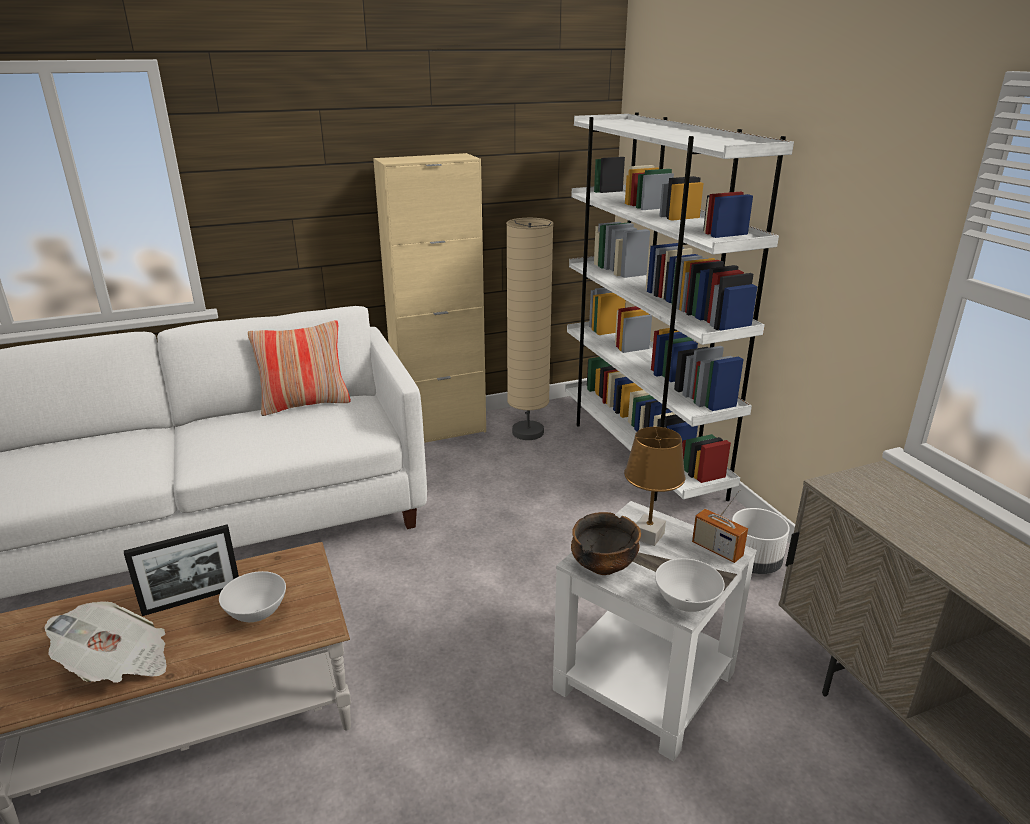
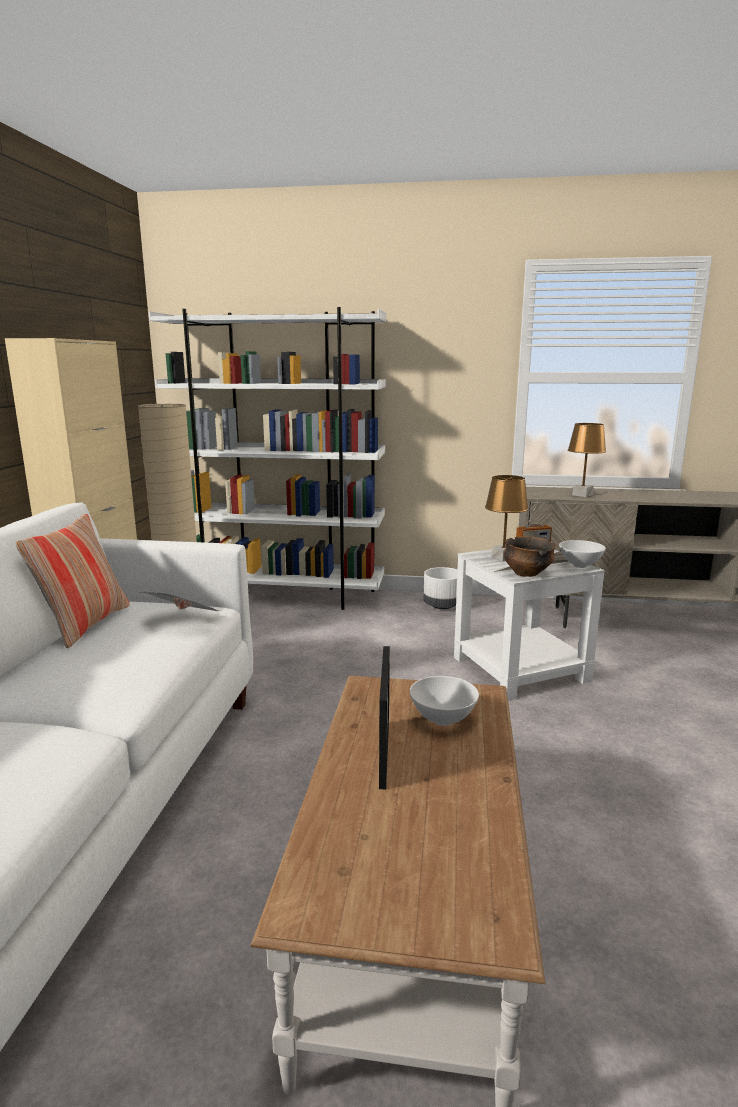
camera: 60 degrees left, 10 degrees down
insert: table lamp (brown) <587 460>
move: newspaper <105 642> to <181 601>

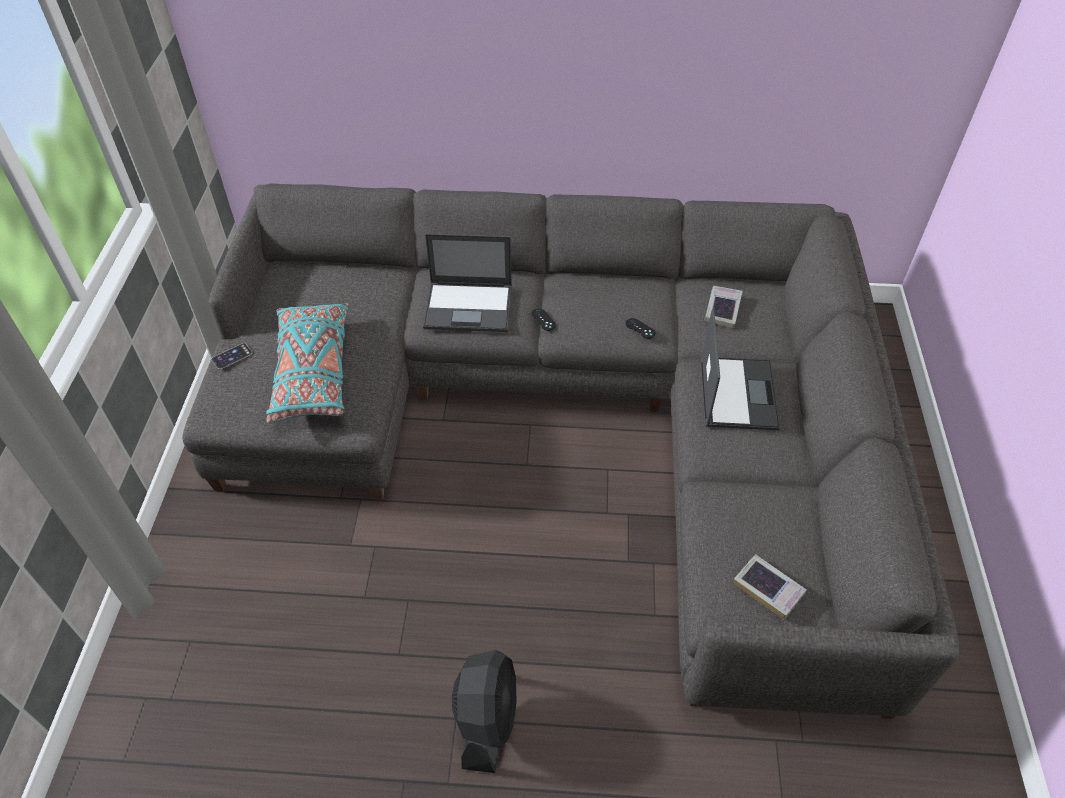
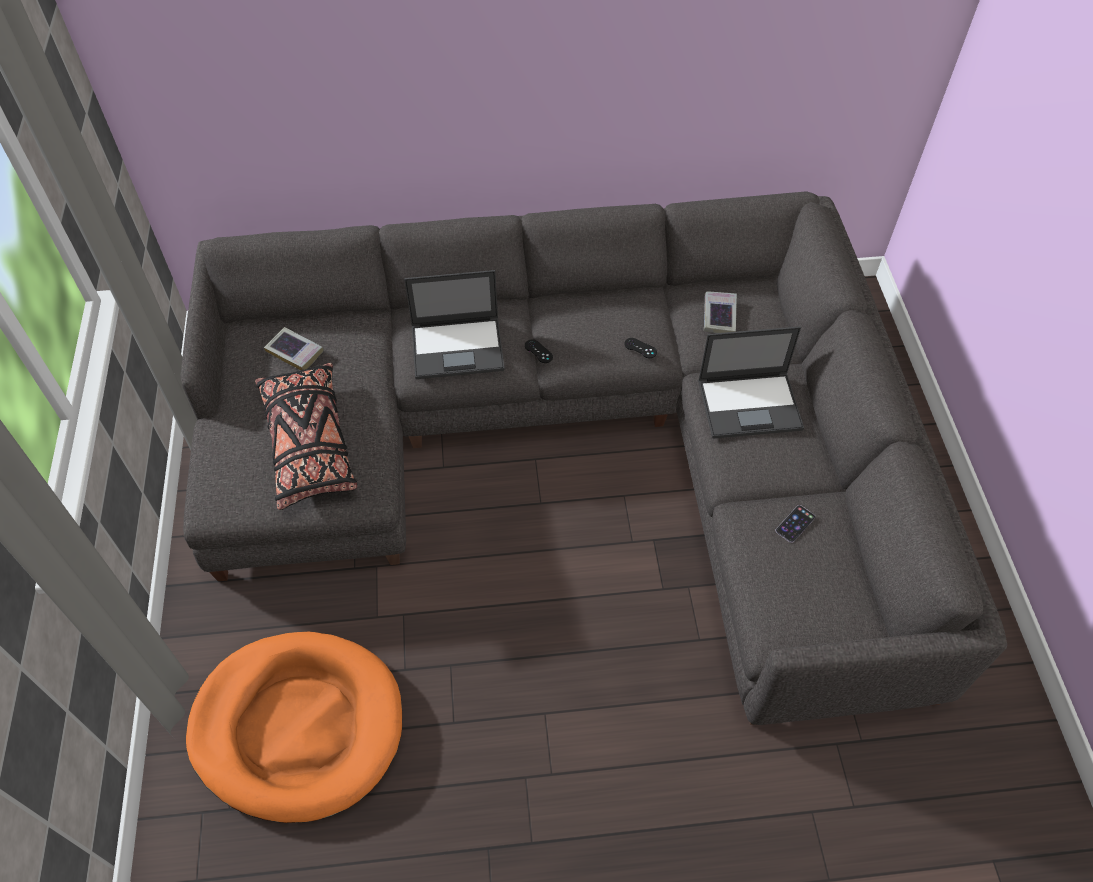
camera: 10 degrees left, 5 degrees up
delete: fan (black) <484 711>
insert: dog bed (orange) <294 727>
move: phone <231 356> to <795 524>; book <770 586> to <294 349>
recolor: pillow (turquoise) <307 363> to pillow (black) <306 436>
rotate: laptop <740 369> = <751 382> 90 degrees clockwise

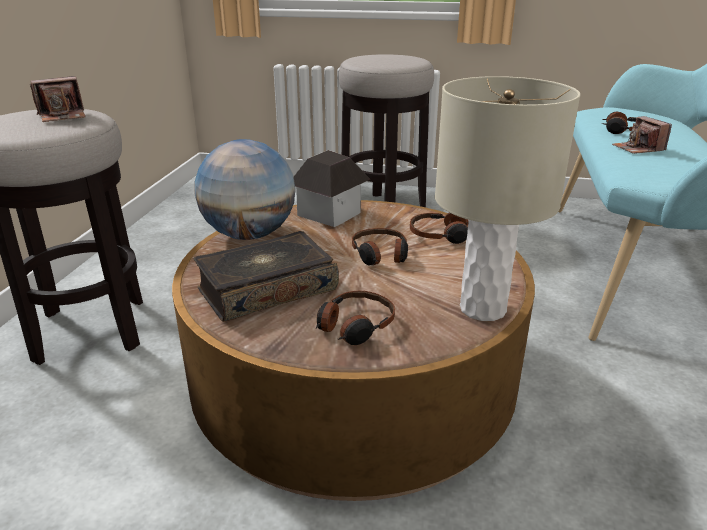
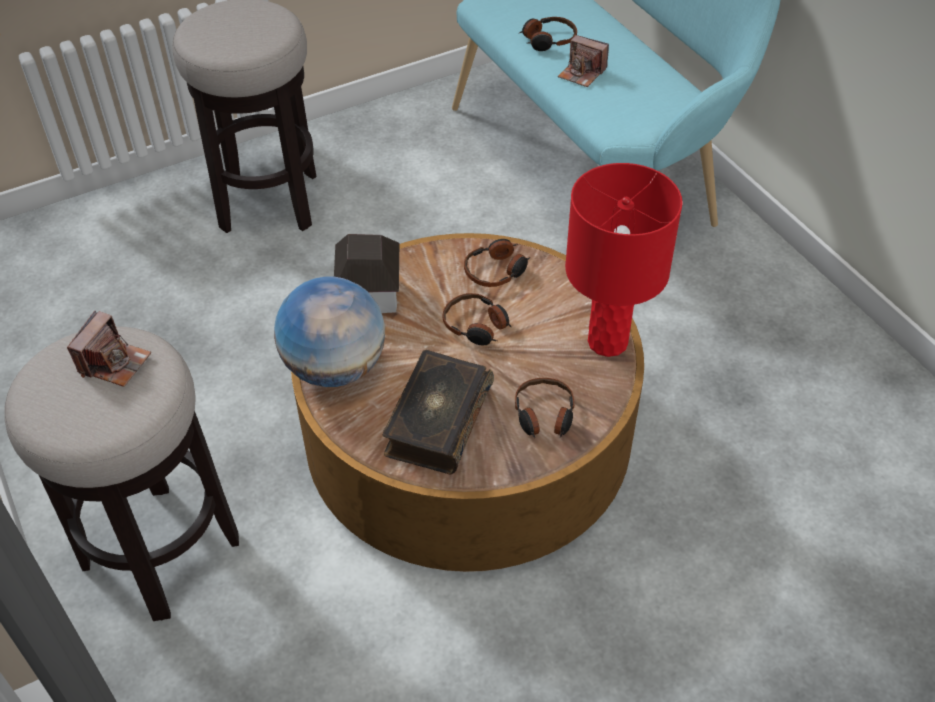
camera: 40 degrees left, 20 degrees up
recolor: table lamp (beige) <507 198> to table lamp (red) <624 260>

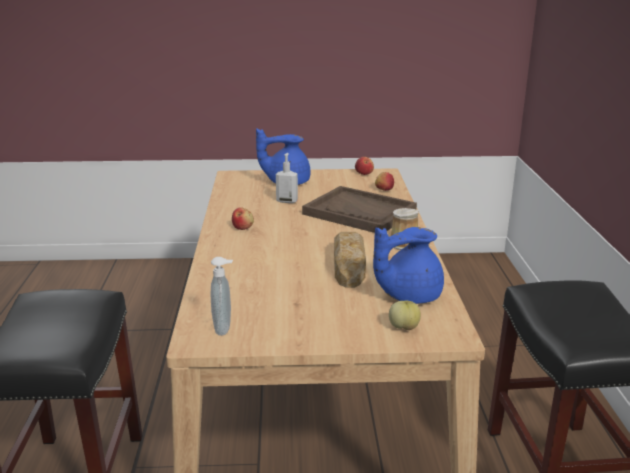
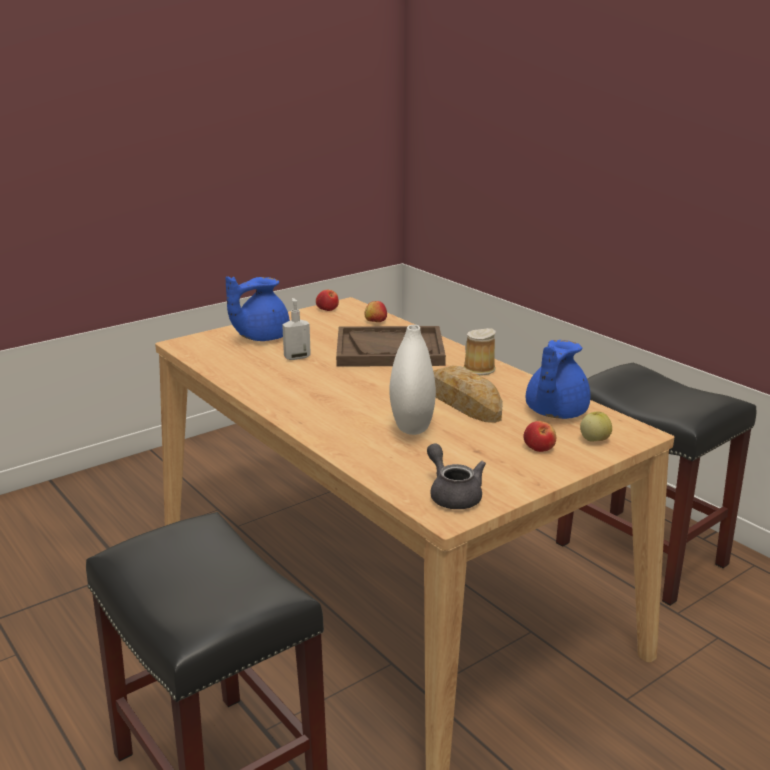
camera: 35 degrees left, 0 degrees up
insert: vase (white) <412 380>
move: apple <243 218> to <539 436>
replace: soap dispenser <222 296> to teapot (grey) <456 476>

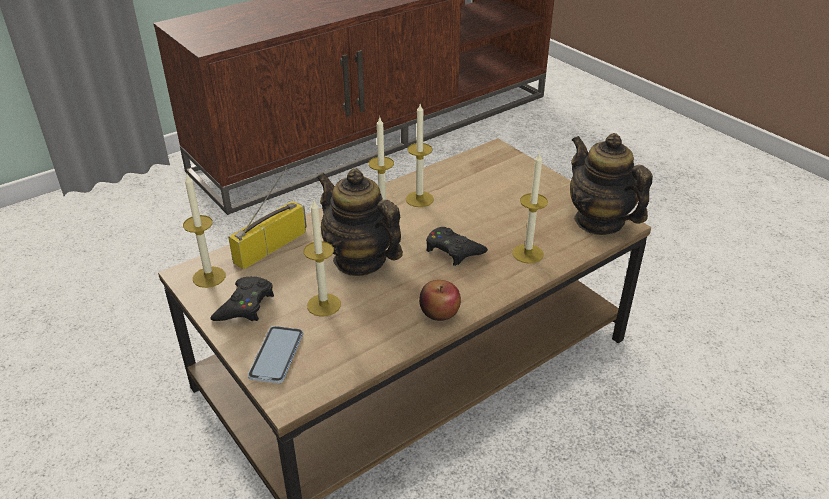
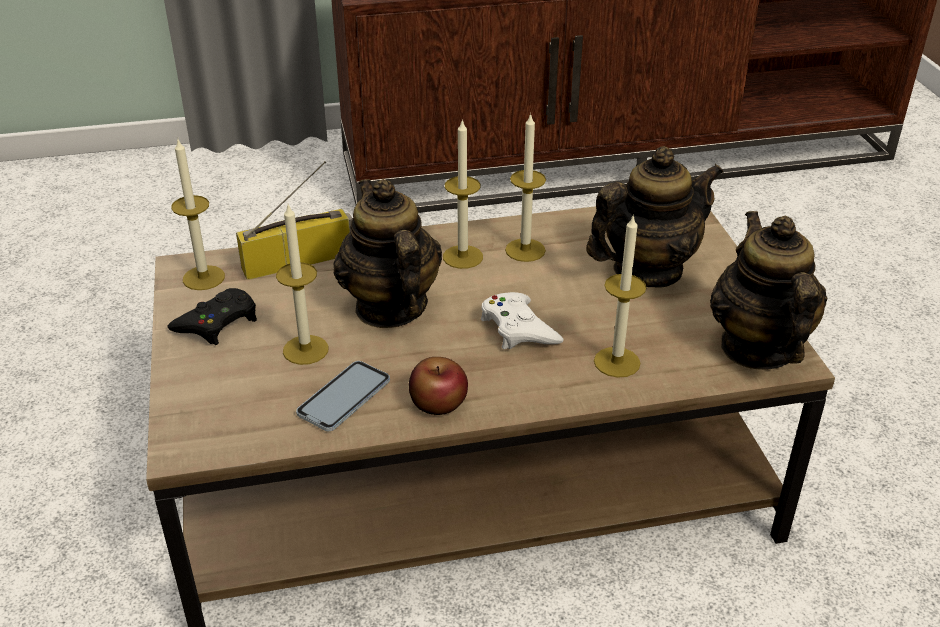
camera: 25 degrees right, 0 degrees up
insert: teapot <654 217>
move: phone <275 355> to <343 396>
recolor: game controller (black) <457 246> to game controller (white) <522 320>

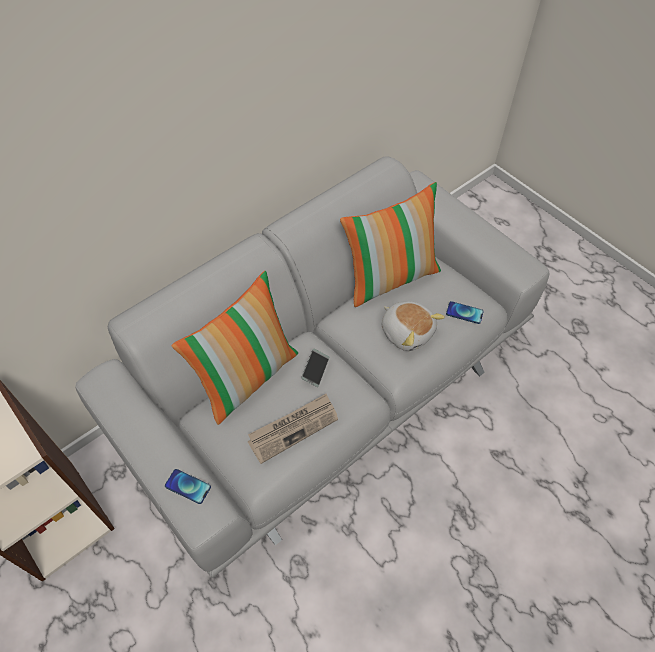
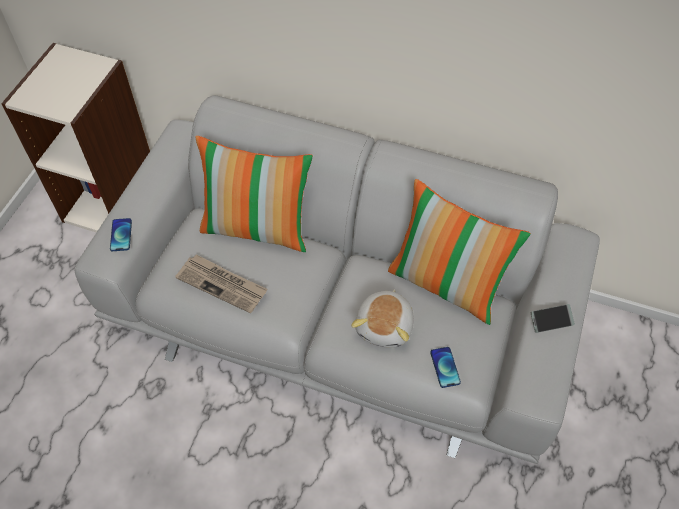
camera: 60 degrees right, 0 degrees up
move: phone <315 368> to <553 318>

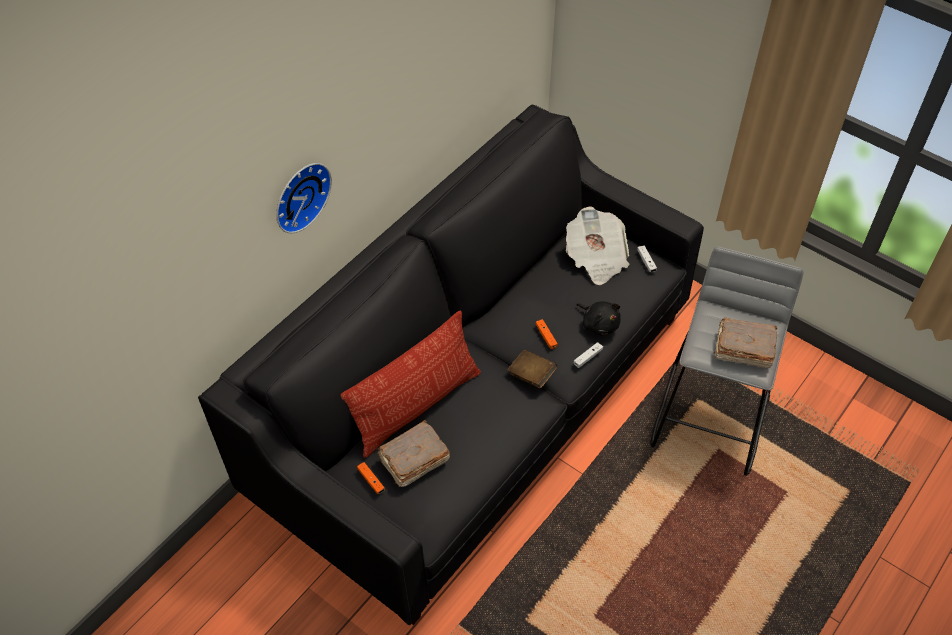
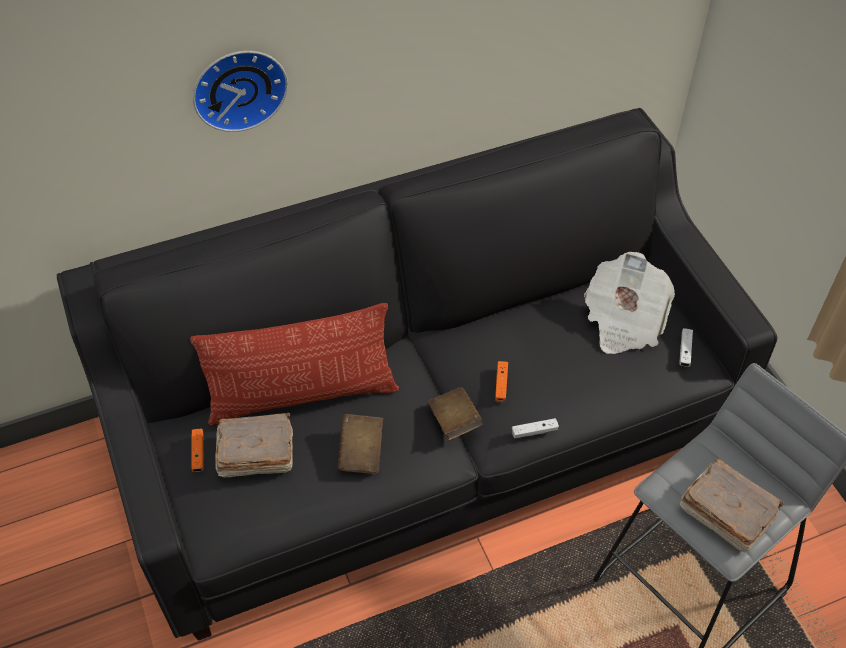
camera: 30 degrees right, 0 degrees up
delete: plush toy (black) <599 318>
insert: book (brown) <360 444>

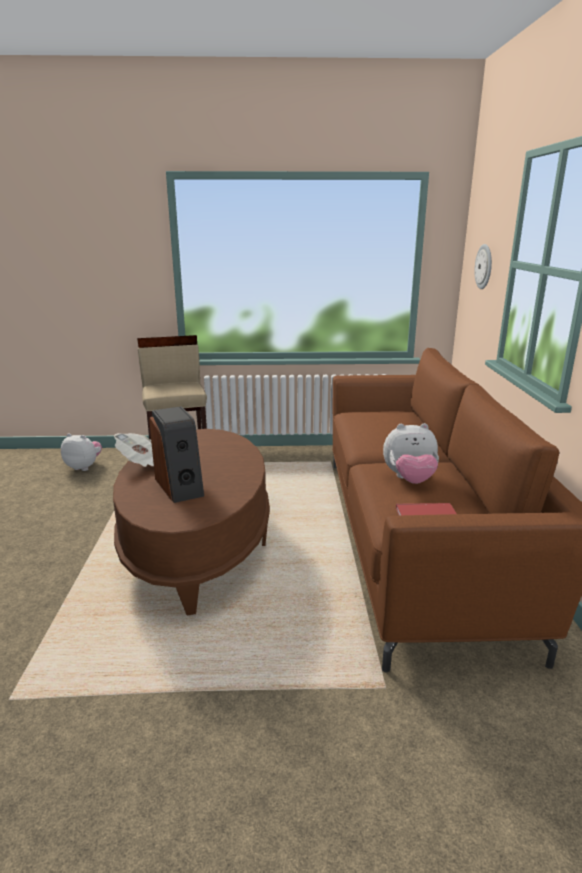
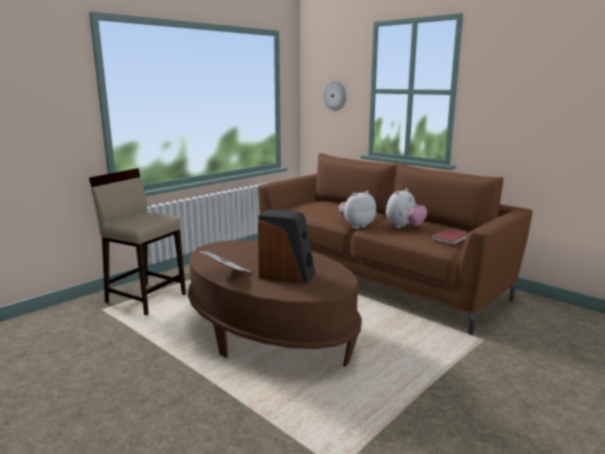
camera: 45 degrees left, 5 degrees down
move: plush toy <81 452> to <357 210>

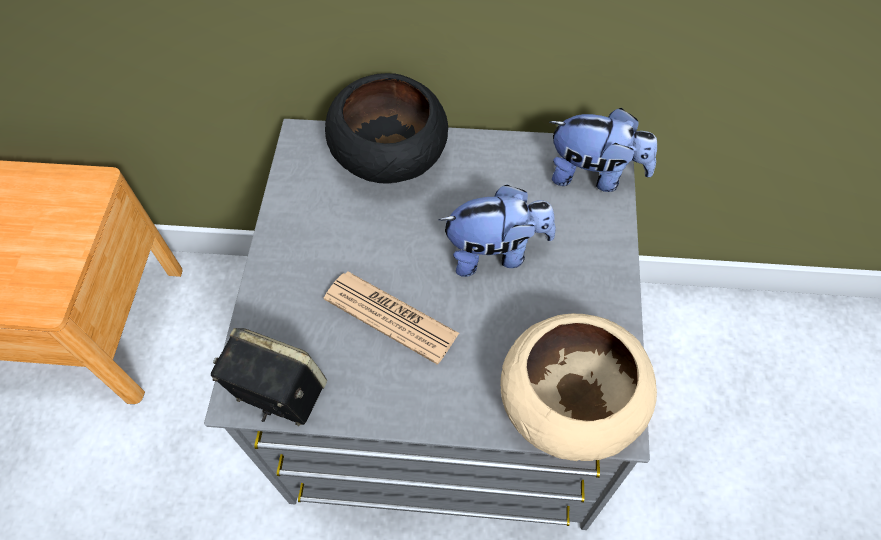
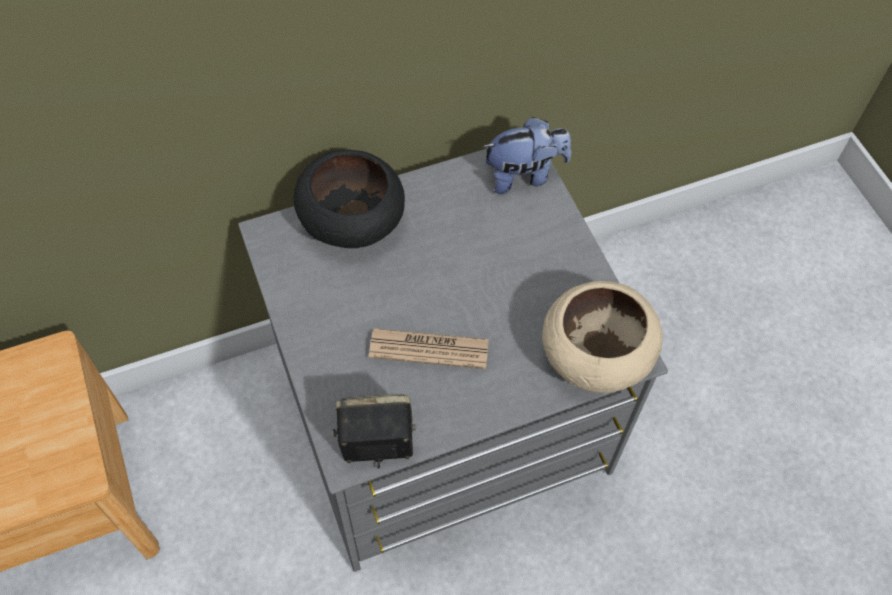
camera: 30 degrees left, 0 degrees up
delete: plush toy <497 231>

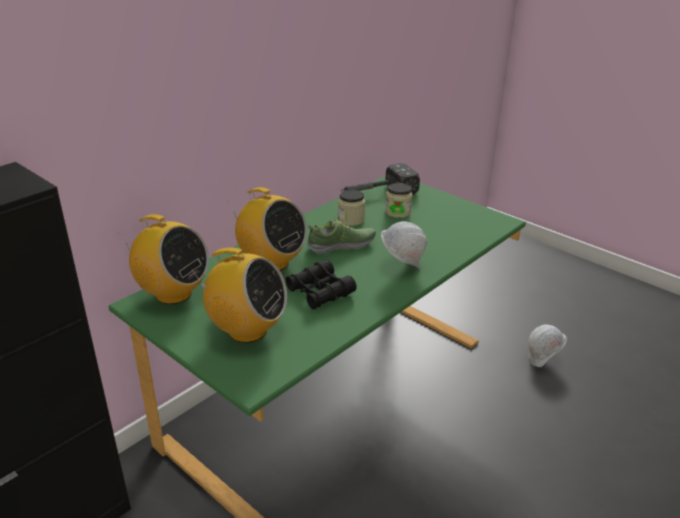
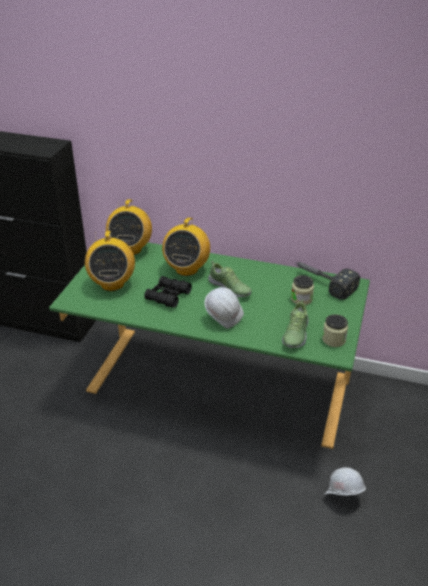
camera: 65 degrees right, 5 degrees up
insert: shoe <295 323>
move: jar <351 208> to <335 330>

